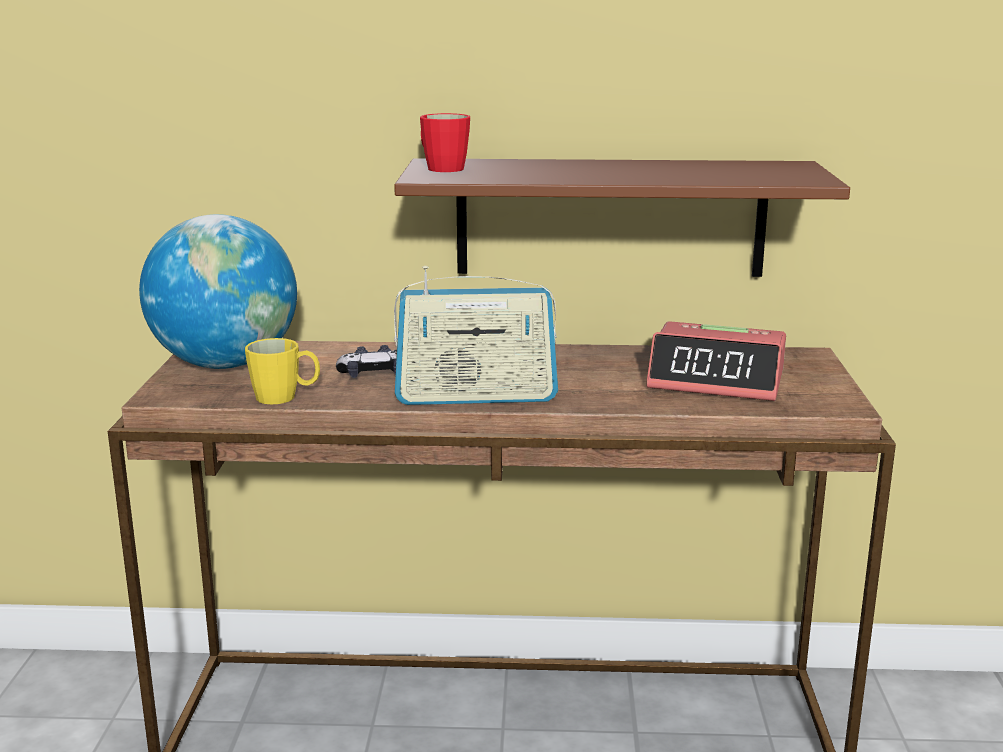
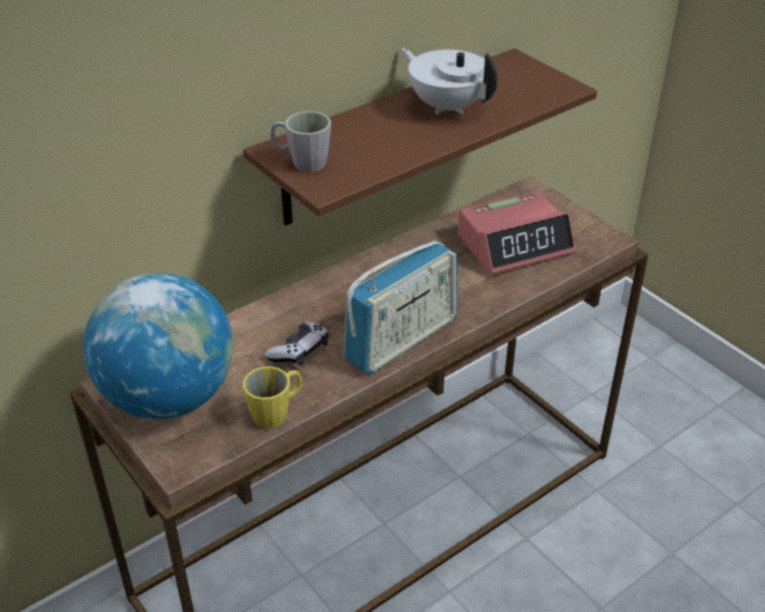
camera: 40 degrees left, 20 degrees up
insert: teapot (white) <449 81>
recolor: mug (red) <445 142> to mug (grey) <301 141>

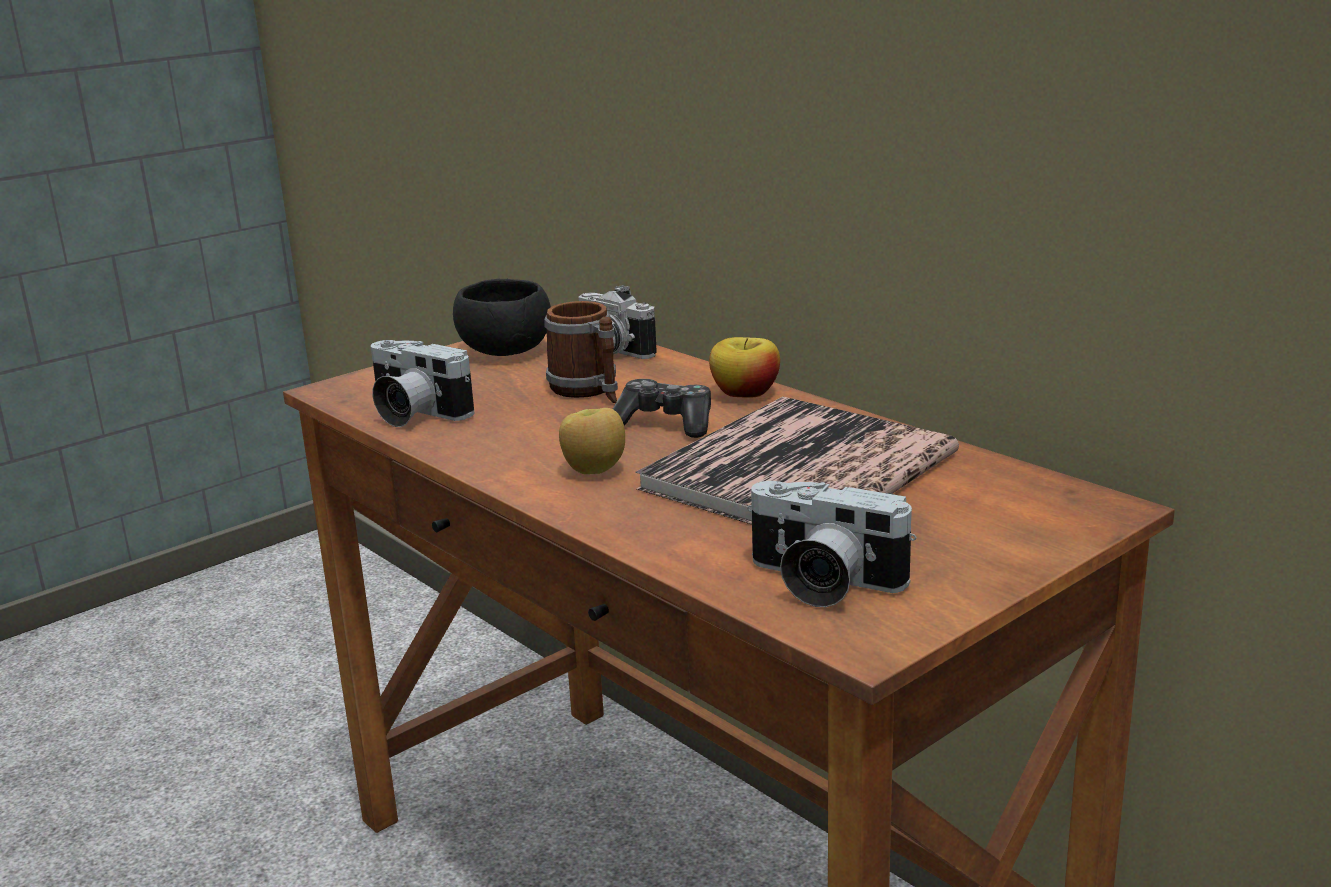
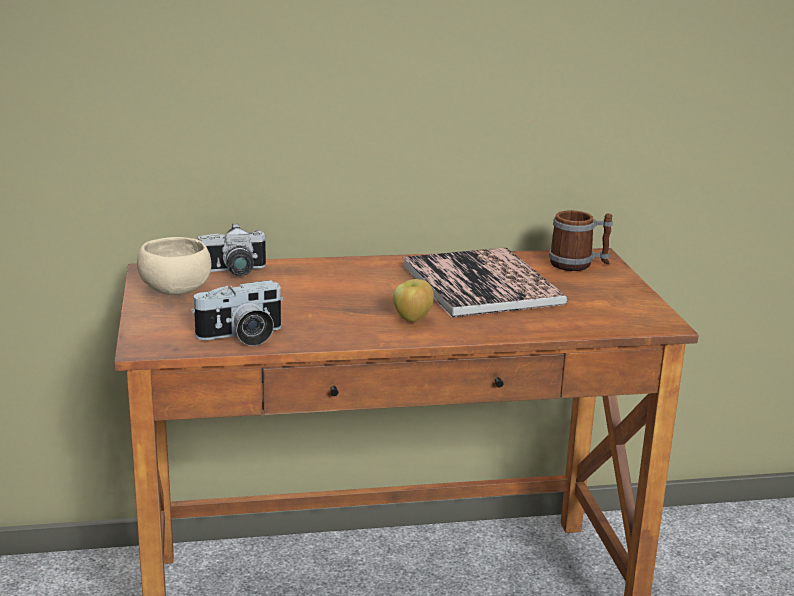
camera: 60 degrees left, 0 degrees up
delete: game controller <662 408>; apple <744 367>; photo camera <831 544>
move: mug <581 352> to <581 240>
recolor: bowl (black) <502 317> to bowl (beige) <174 266>

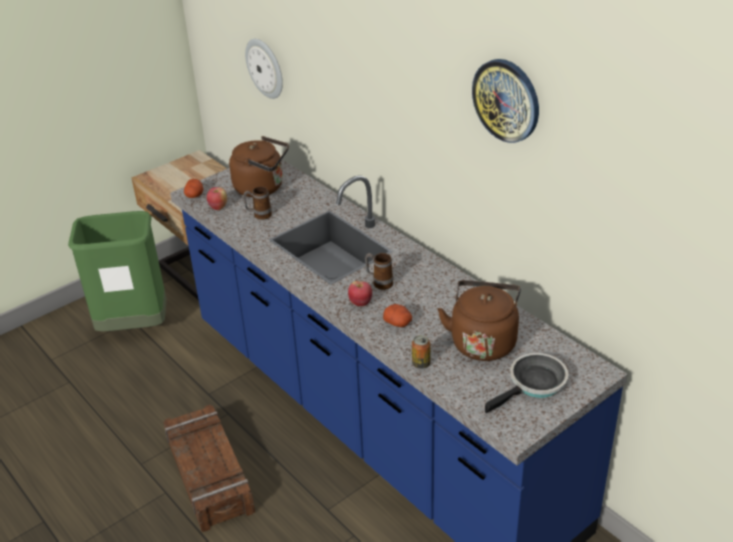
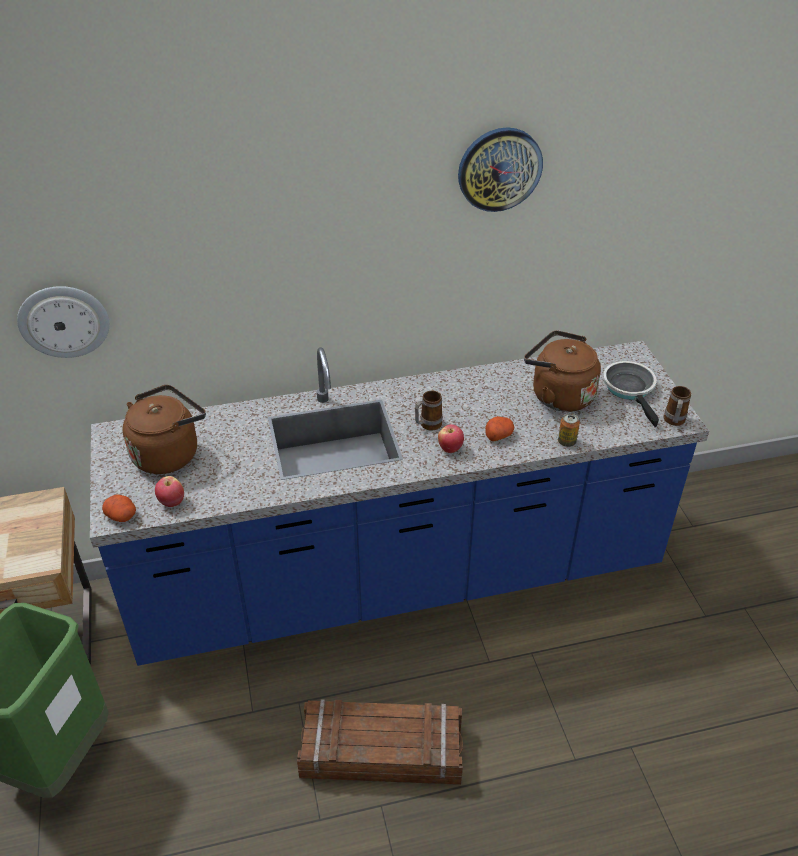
camera: 65 degrees left, 5 degrees up
move: mug <257 203> to <677 406>

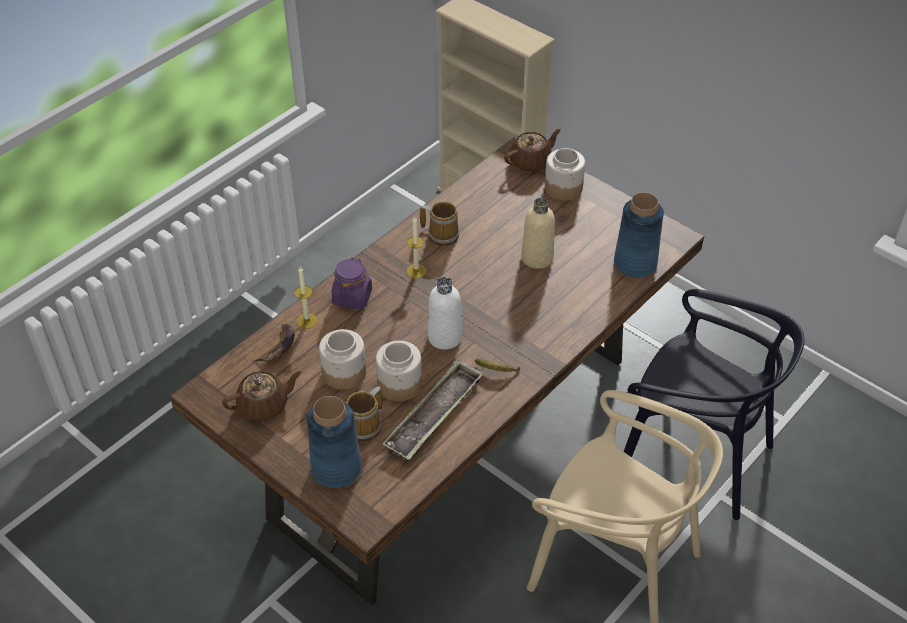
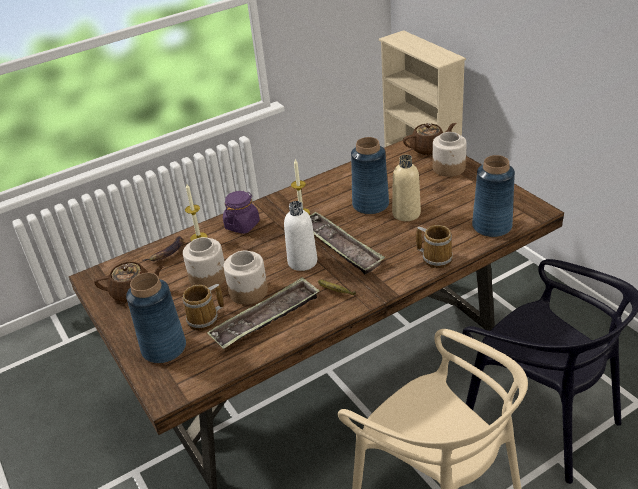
camera: 20 degrees right, 10 degrees down
insert: tray <347 243>; vase (blue) <370 175>
move: mug <439 223> to <434 246>

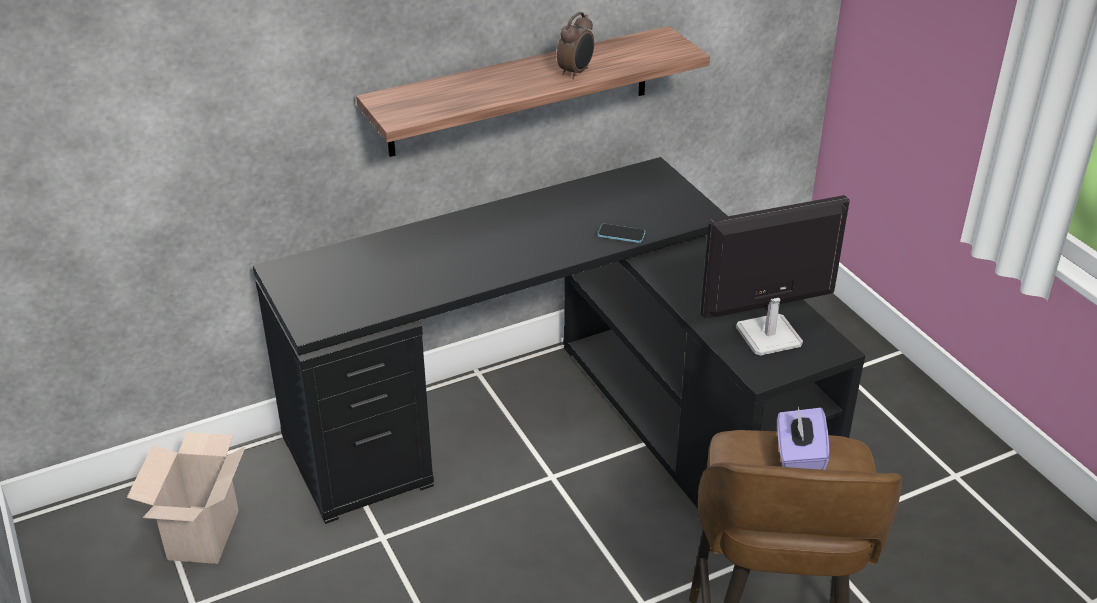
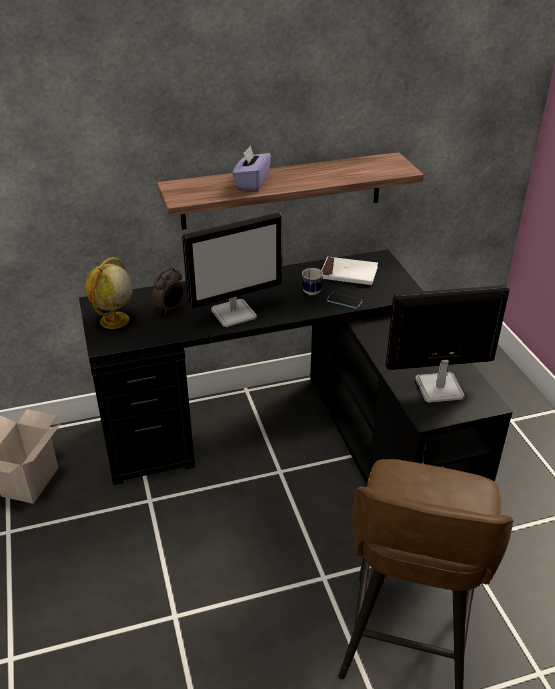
camera: 10 degrees right, 0 degrees up
insert: globe <109 293>; monitor <232 269>; mug <312 281>; book (white) <349 271>
move: alarm clock <575 45> to <168 291>; tissue box (purple) <803 438> to <251 168>

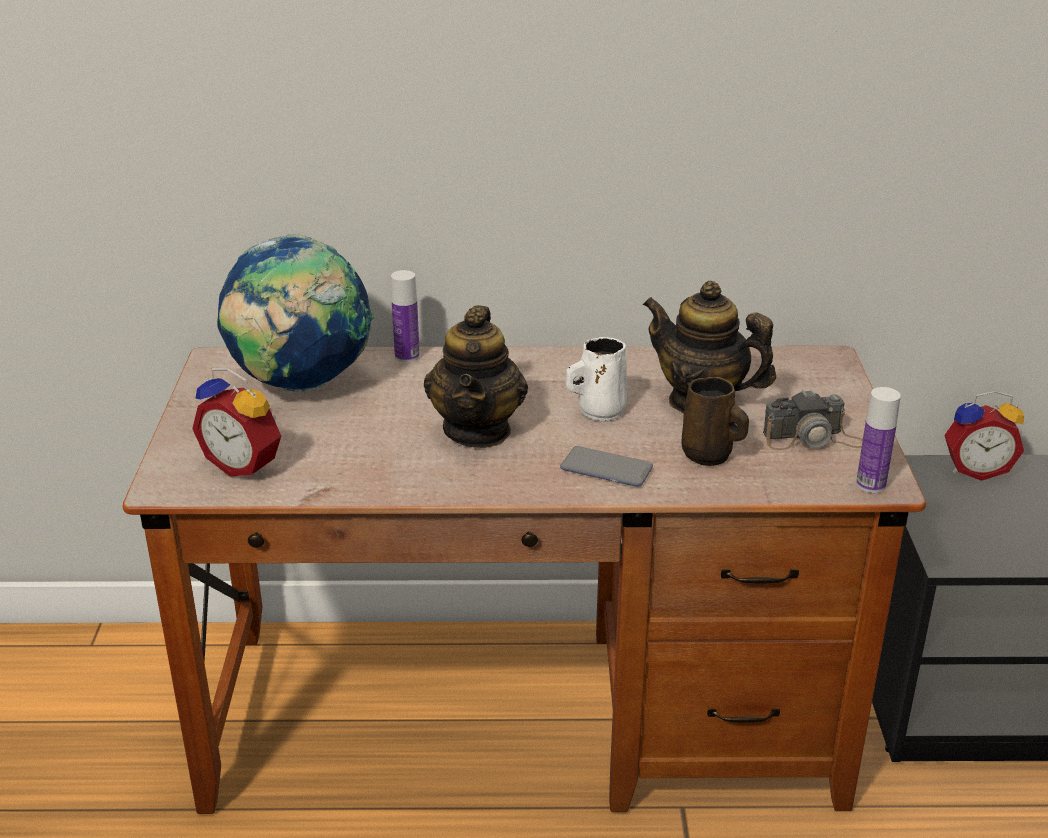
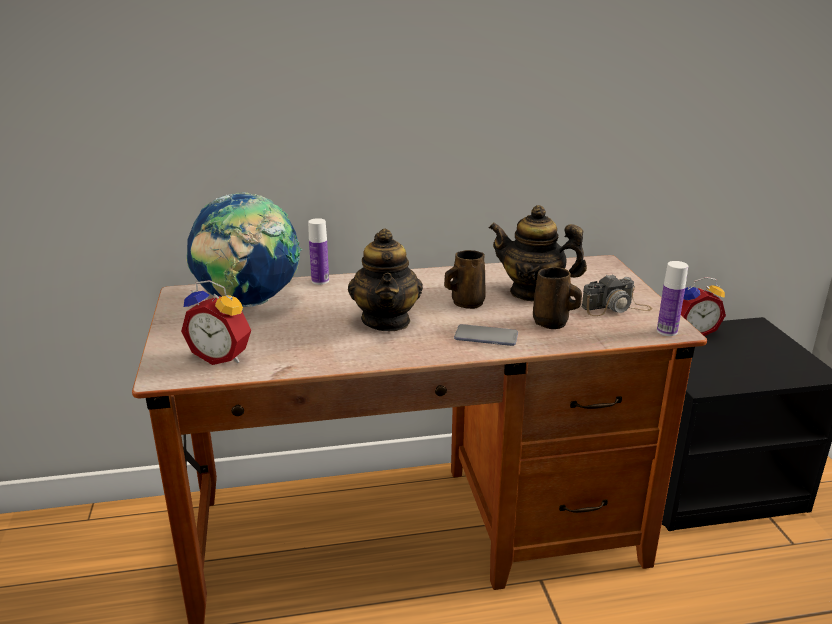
camera: 10 degrees left, 5 degrees down
recolor: mug (white) <596 379> to mug (brown) <465 279>

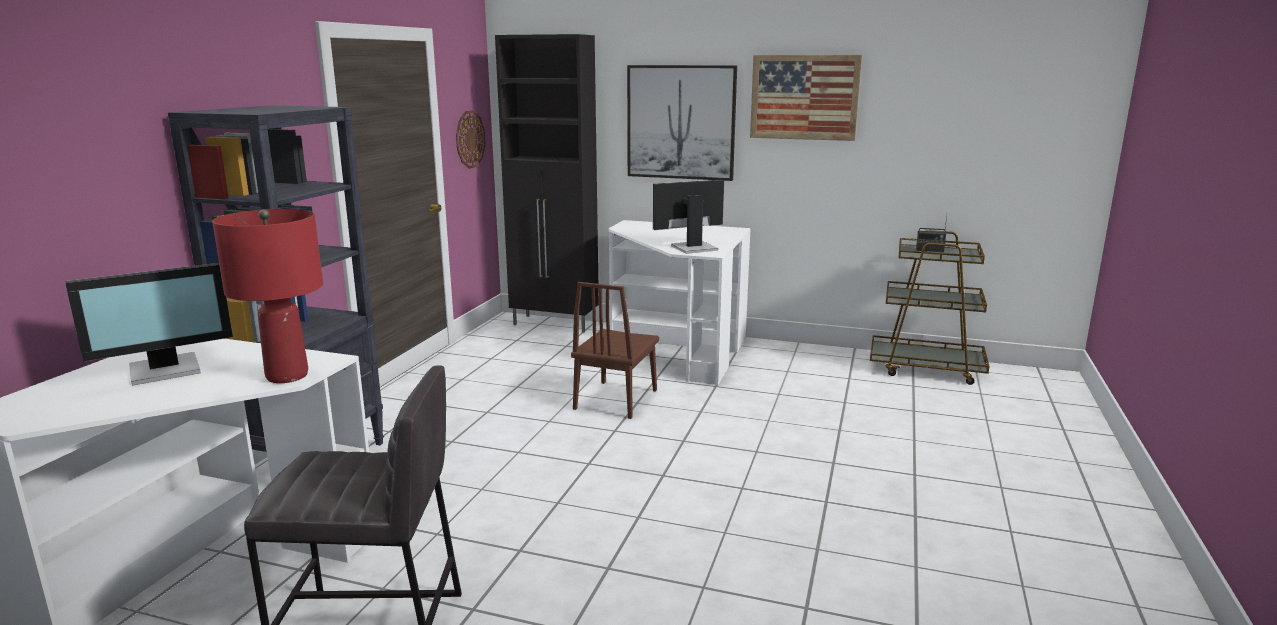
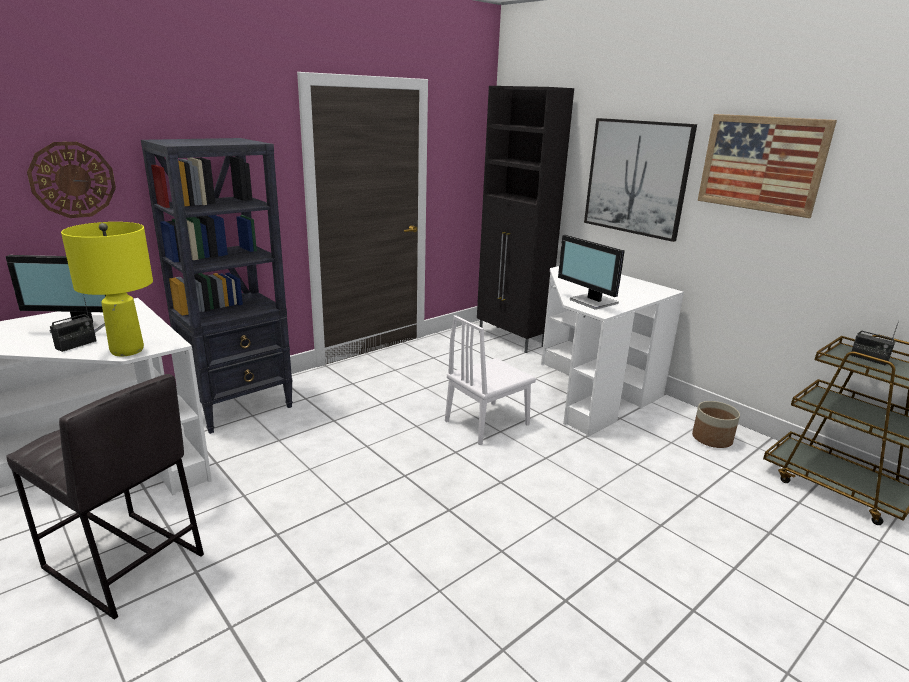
camera: 30 degrees right, 5 degrees up
insert: radio <73 323>; planter <716 424>
move: wall clock <471 139> to <71 180>
recolor: table lamp (red) <267 296> to table lamp (yellow) <107 289>; chair (brown) <615 350> to chair (white) <490 380>
rotate: monitor <688 217> = <591 272> 135 degrees counterclockwise

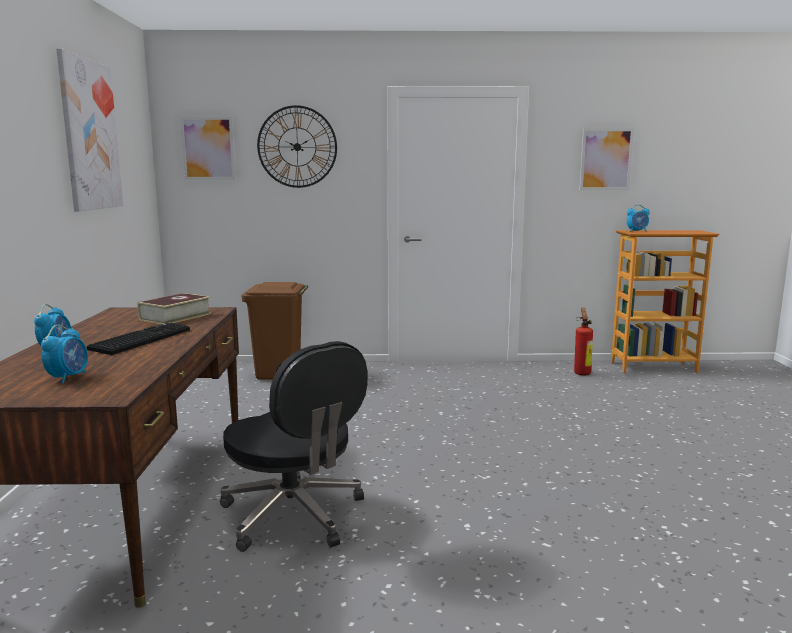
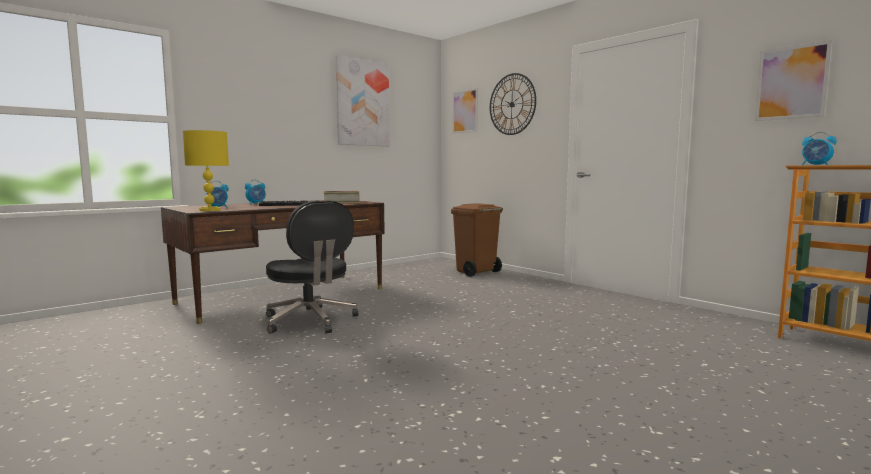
camera: 50 degrees right, 5 degrees down
delete: fire extinguisher <583 342>
insert: table lamp (yellow) <206 170>
rotate: office chair (black) <293 446> = <312 267> 45 degrees counterclockwise

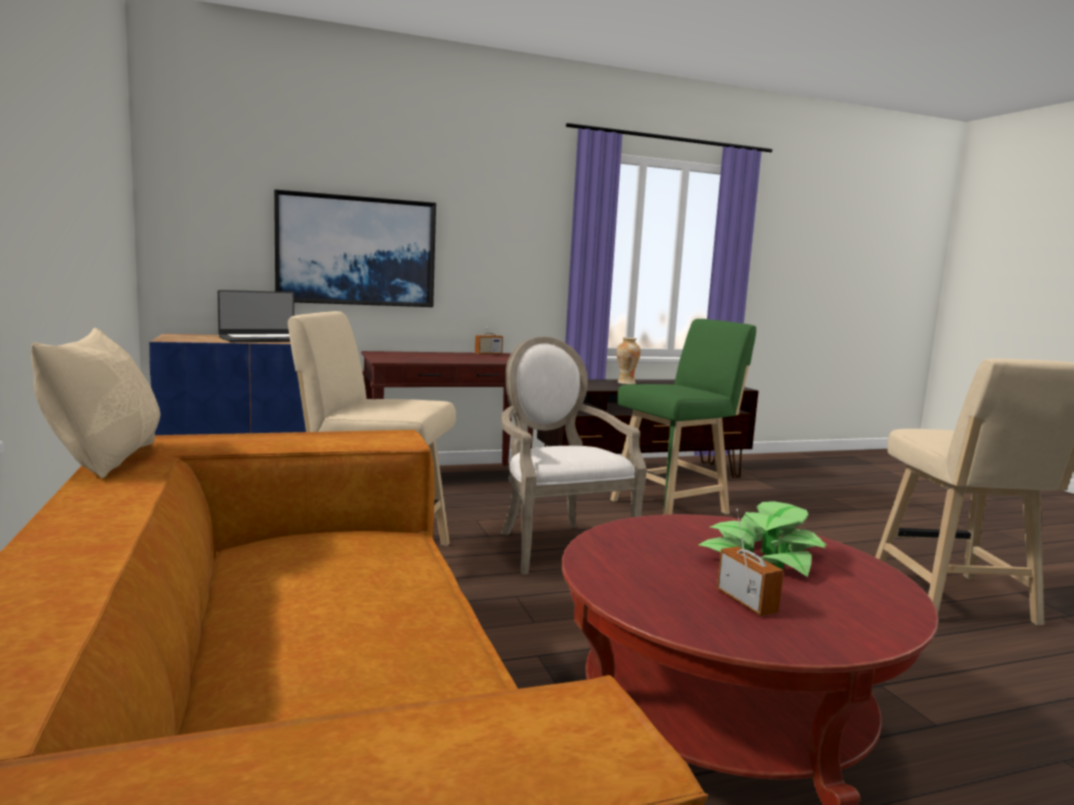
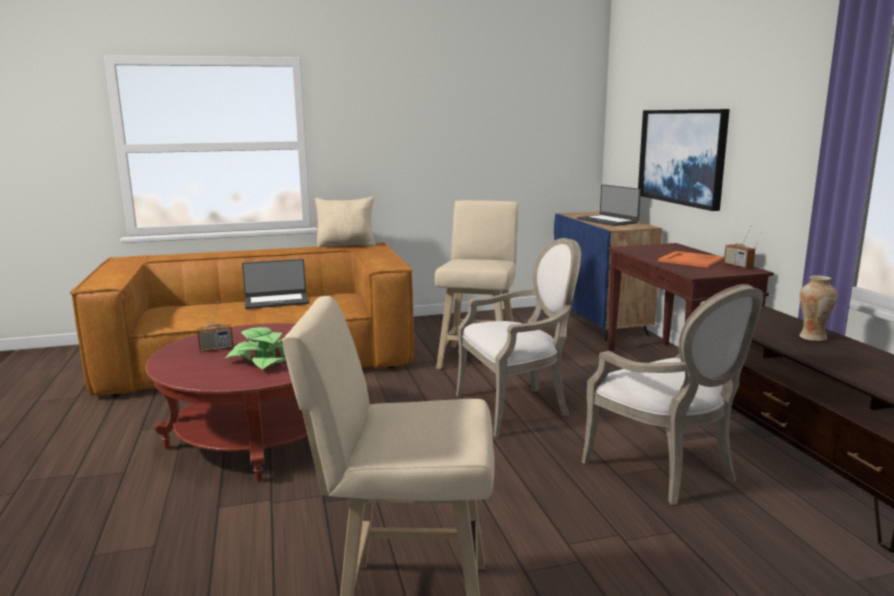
camera: 95 degrees right, 5 degrees up
insert: laptop <275 284>; tray (orange) <691 259>
replace: stool (green) <683 417> to armchair <672 394>

